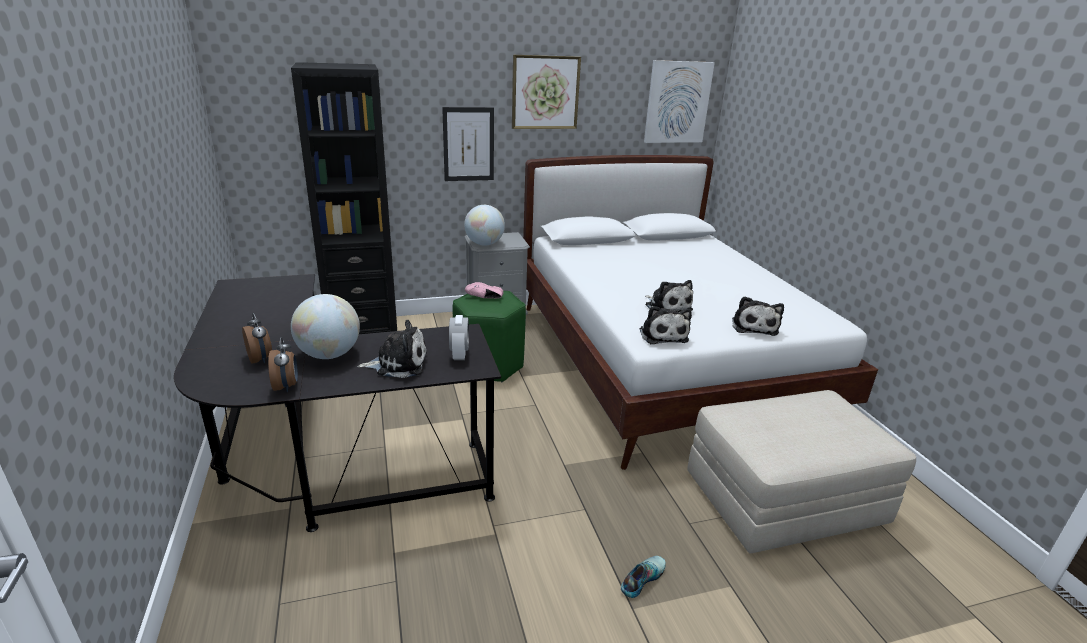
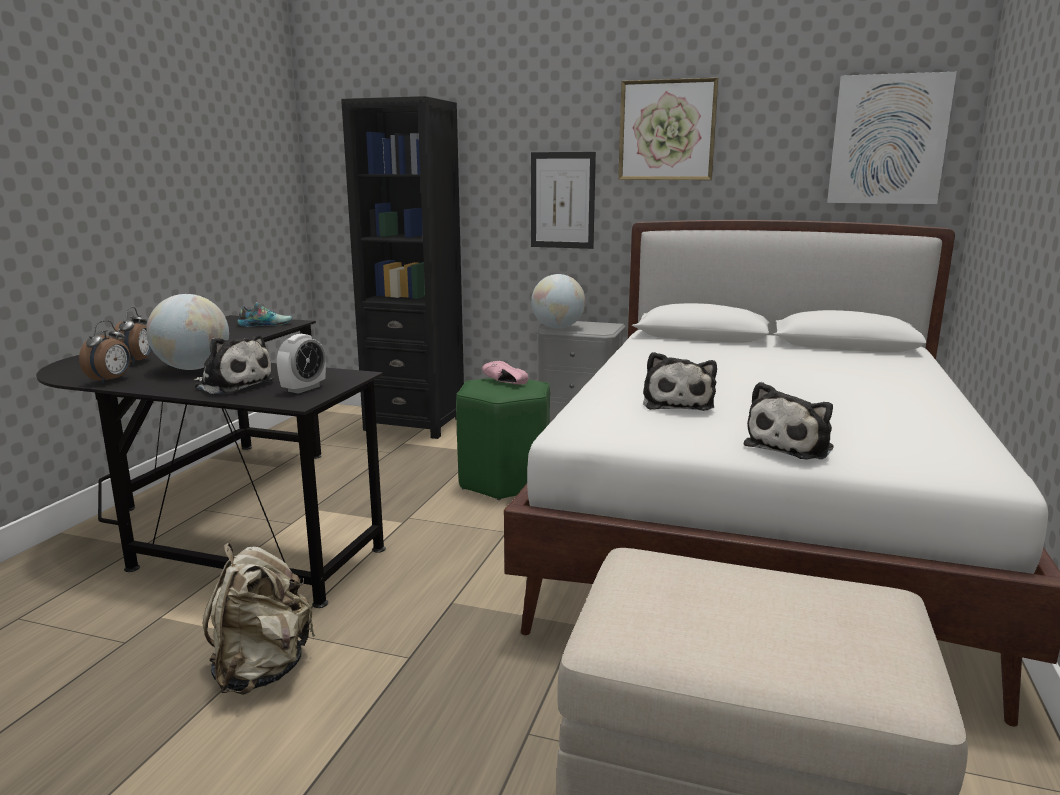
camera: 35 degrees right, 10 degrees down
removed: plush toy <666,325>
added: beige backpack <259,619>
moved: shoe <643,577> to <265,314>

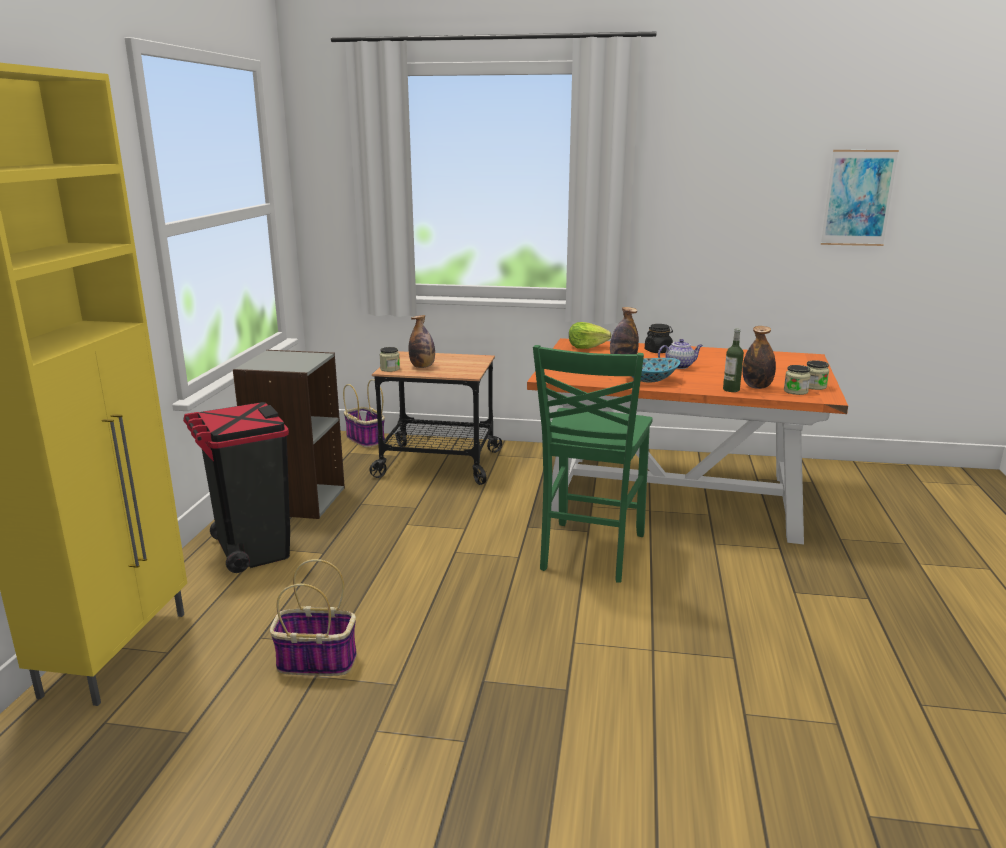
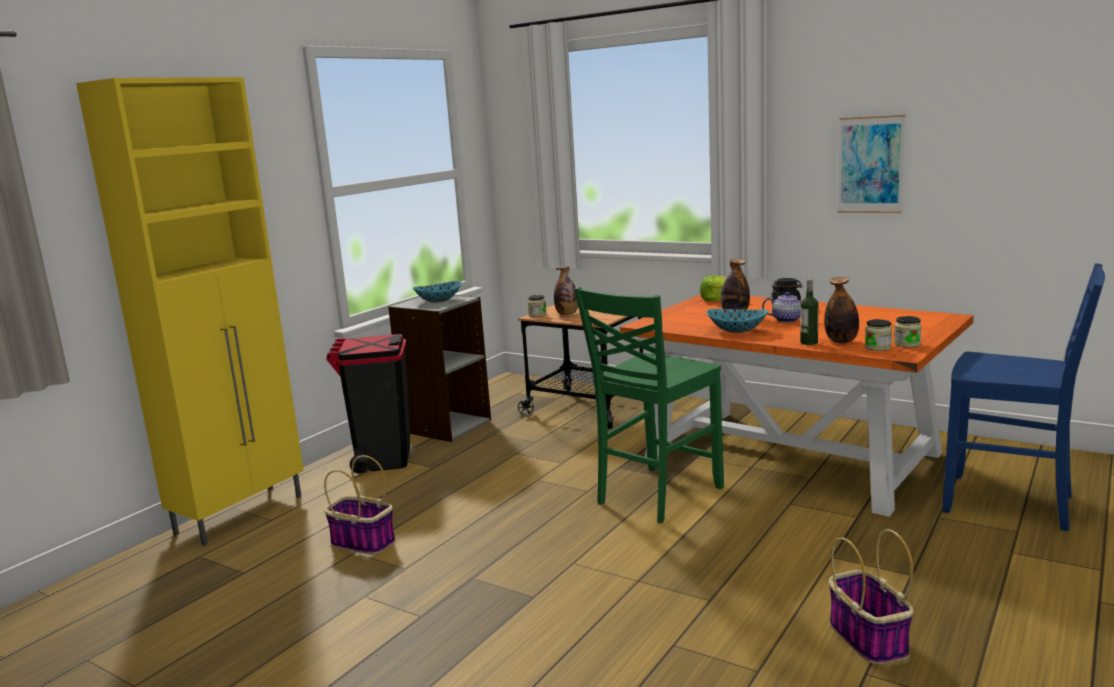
camera: 25 degrees right, 5 degrees down
added: bowl <437,292>; blue chair <1023,397>
moved: basket <364,413> to <871,597>; picture <860,198> to <871,164>

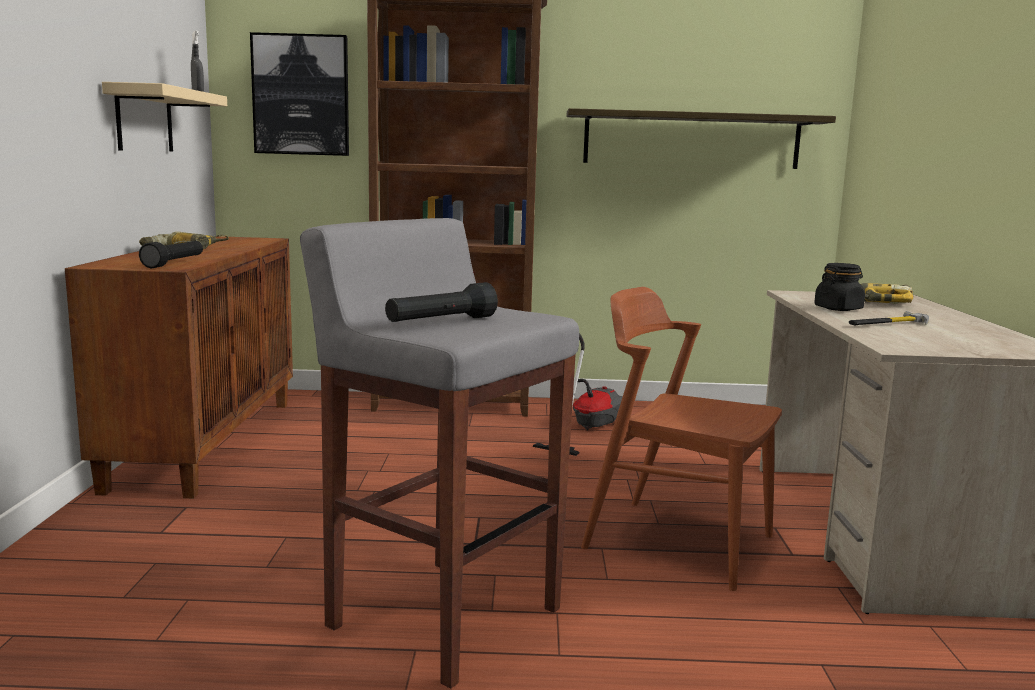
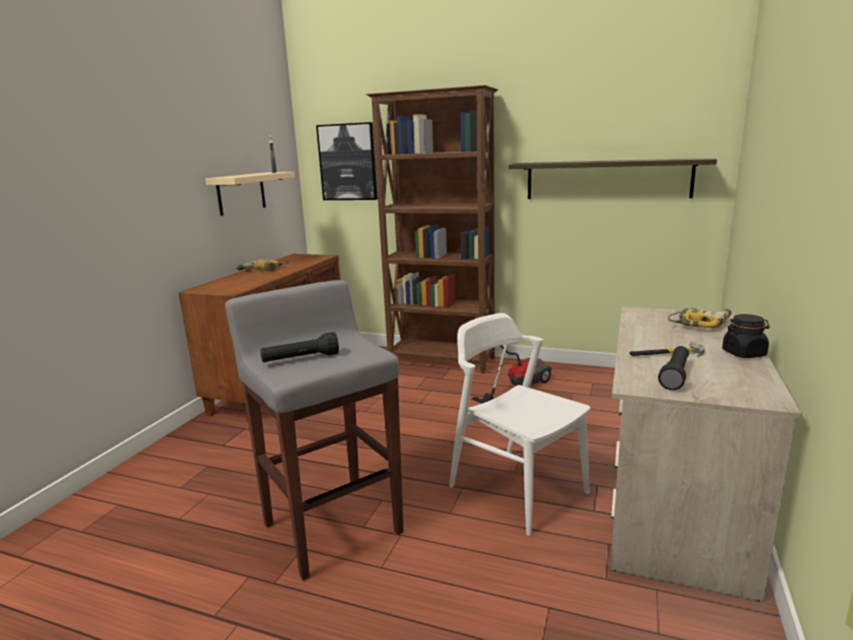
camera: 20 degrees right, 5 degrees up
moved: black flashlight <171,254> to <673,368>; black jar <839,287> to <746,336>
recoloured: brown chair <681,439> to white chair <520,424>

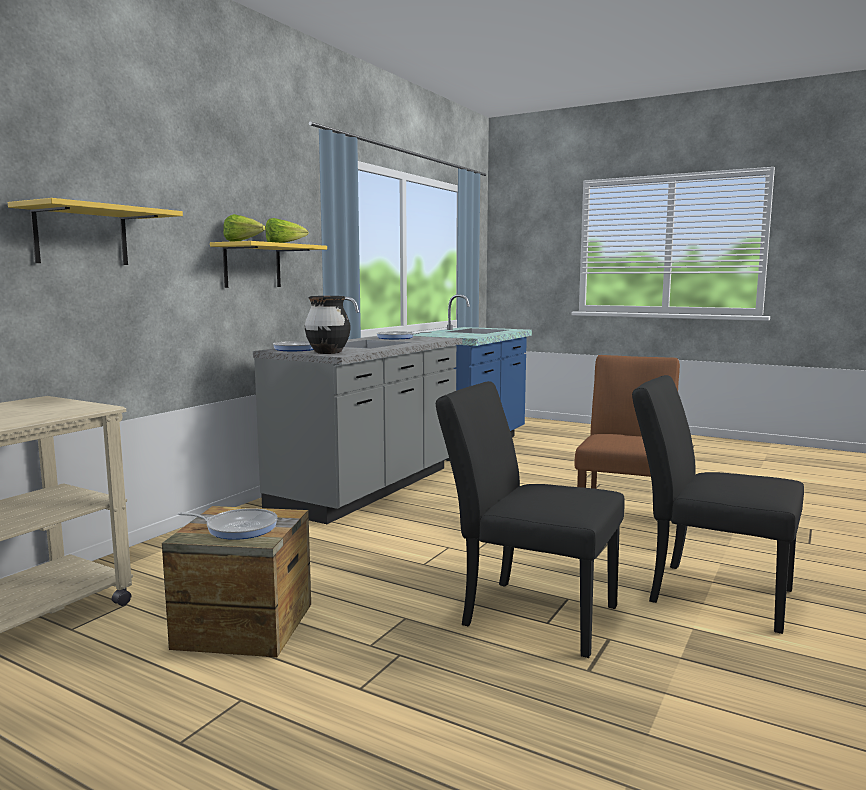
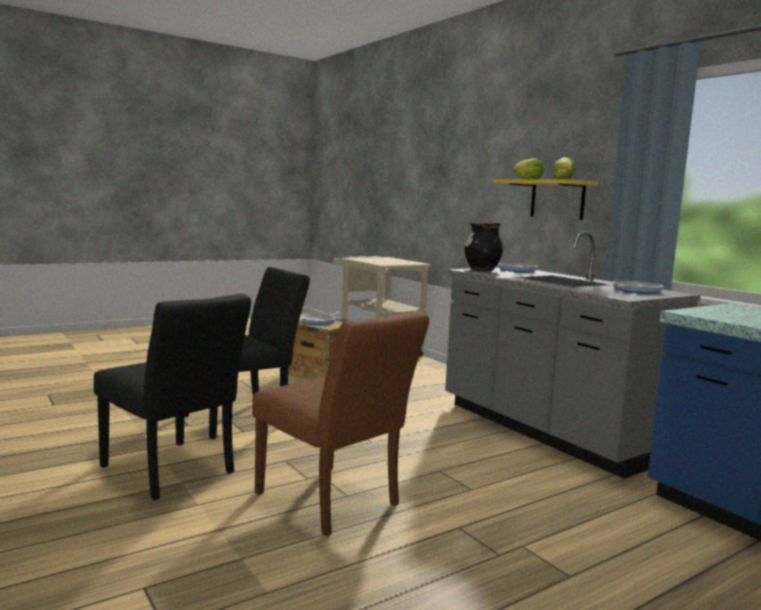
camera: 115 degrees right, 0 degrees up
removed: yellow shelf <95,231>
turned: black chair <718,504> = <172,397> 75 degrees clockwise

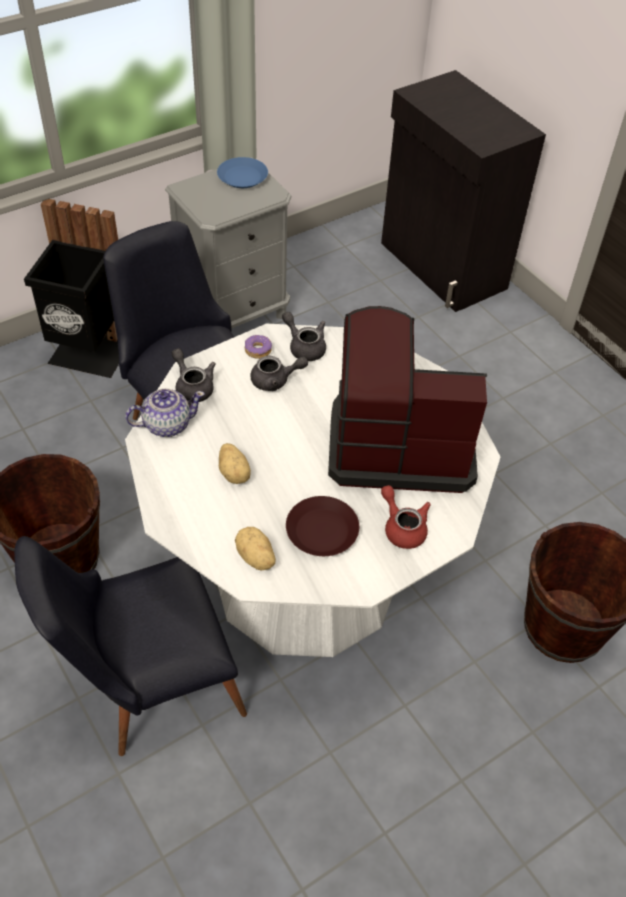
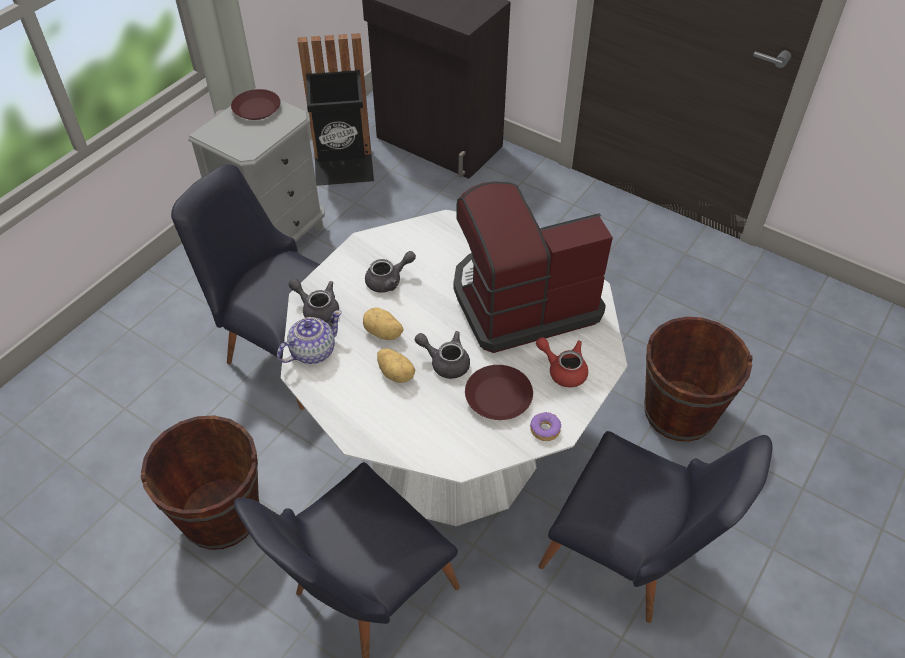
camera: 20 degrees left, 0 degrees up
added: black chair <655,527>
moved: black trash can <71,288> to <336,109>; potato <255,549> to <383,323>; donut <258,347> to <545,426>; grey teapot <304,336> to <442,355>
recoloured: blue plate <242,172> to brown plate <256,104>

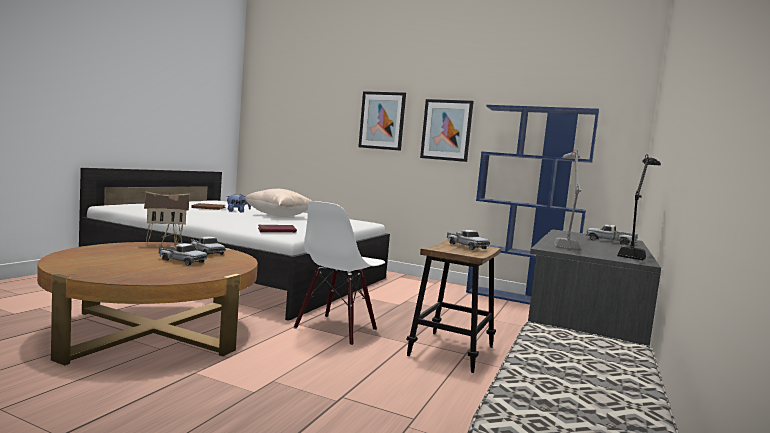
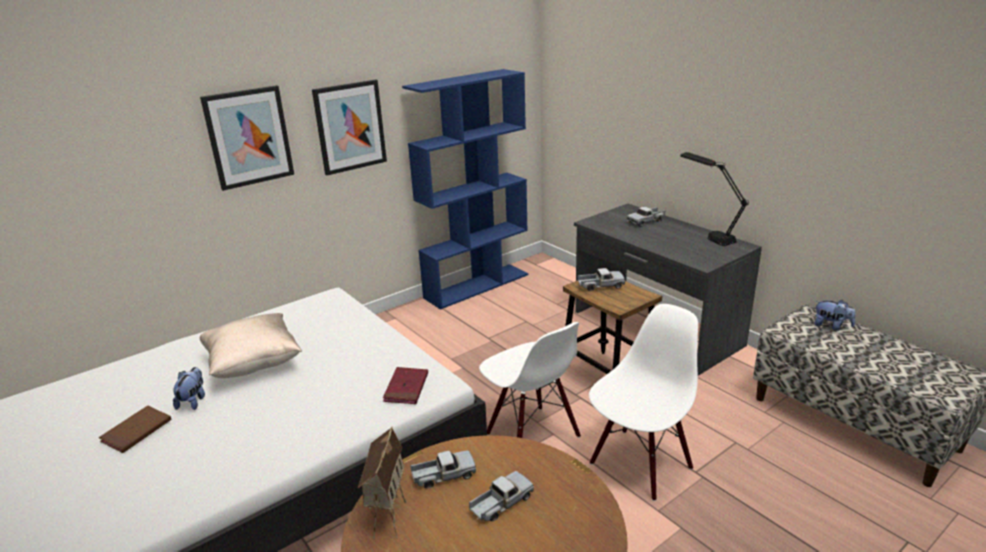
camera: 60 degrees left, 20 degrees up
removed: grey table lamp <568,200>
added: white chair <643,402>; plush toy <835,315>

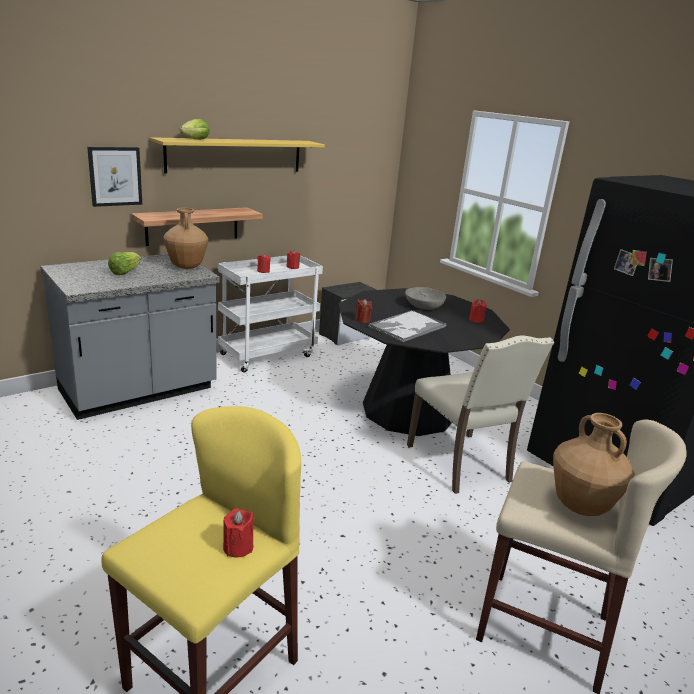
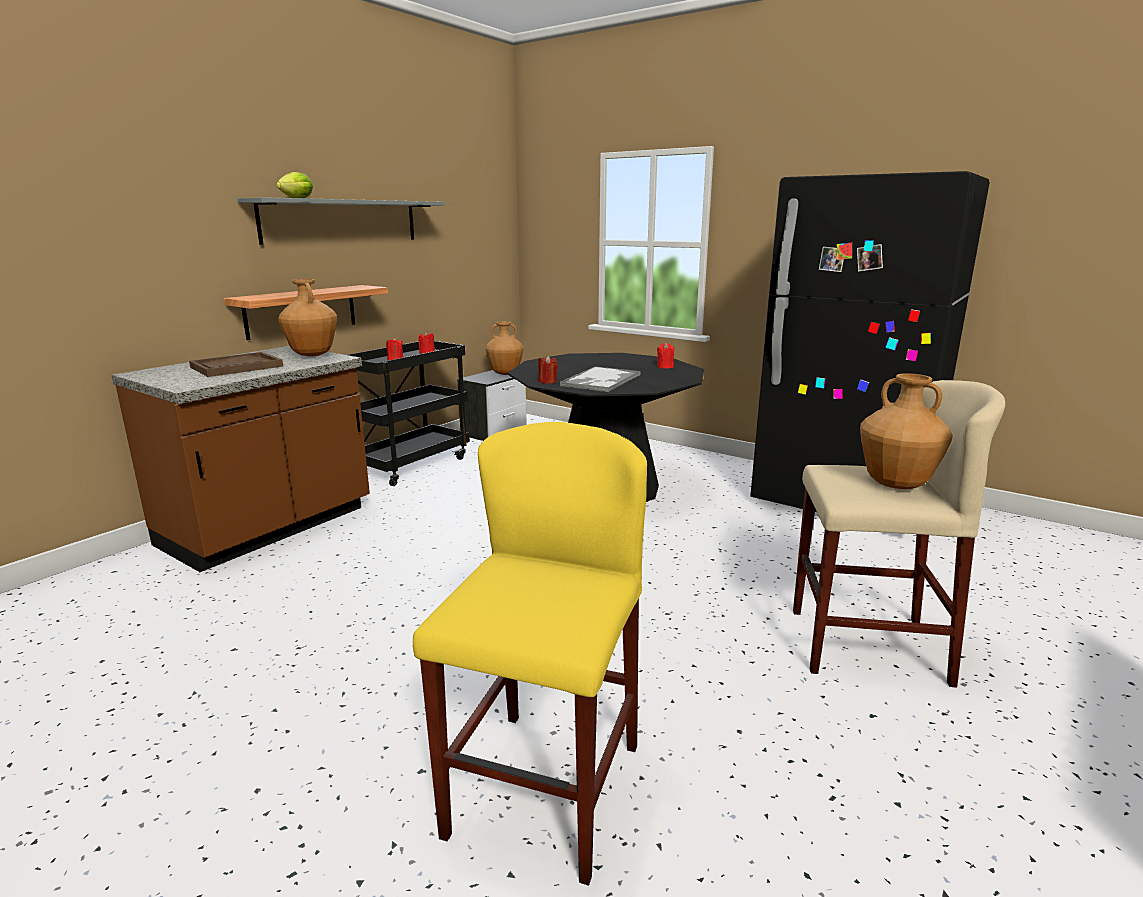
camera: 15 degrees left, 5 degrees down
removed: picture <114,177>; red candle <238,532>; grey bowl <425,298>; beige chair <480,414>
added: brown vase <505,348>
replaced: lettuce <124,263> to brown tray <236,364>
recoloured: grey counter <129,337> to brown counter <240,459>; yellow shelf <237,155> to grey shelf <341,221>; white cart <270,314> to black cart <409,413>

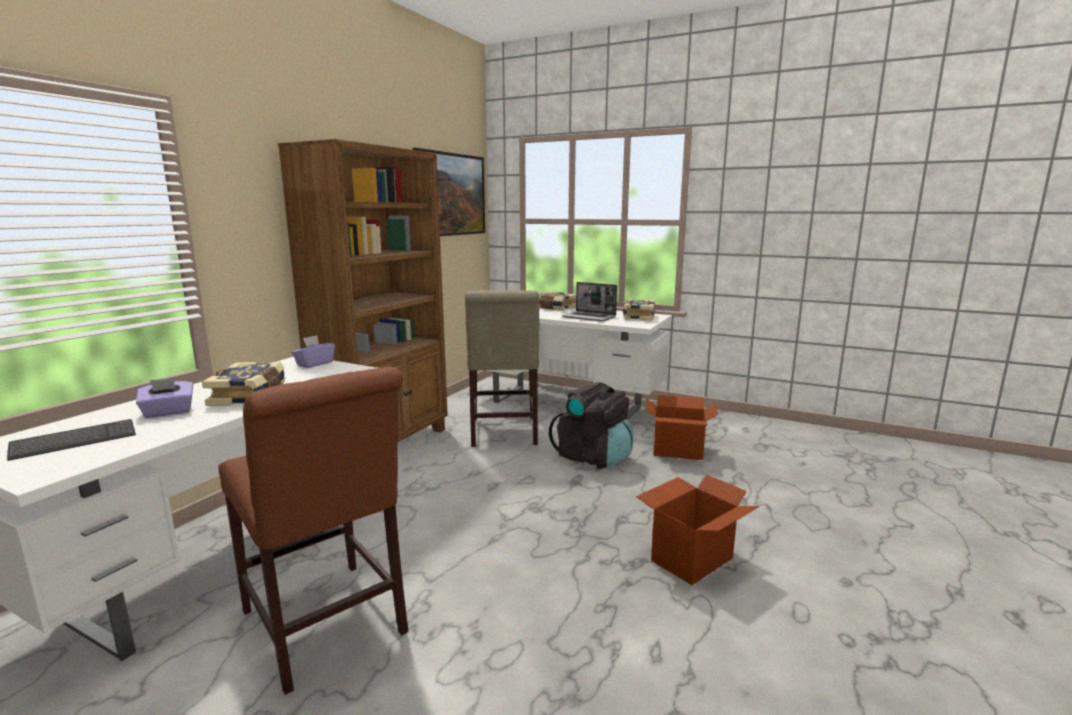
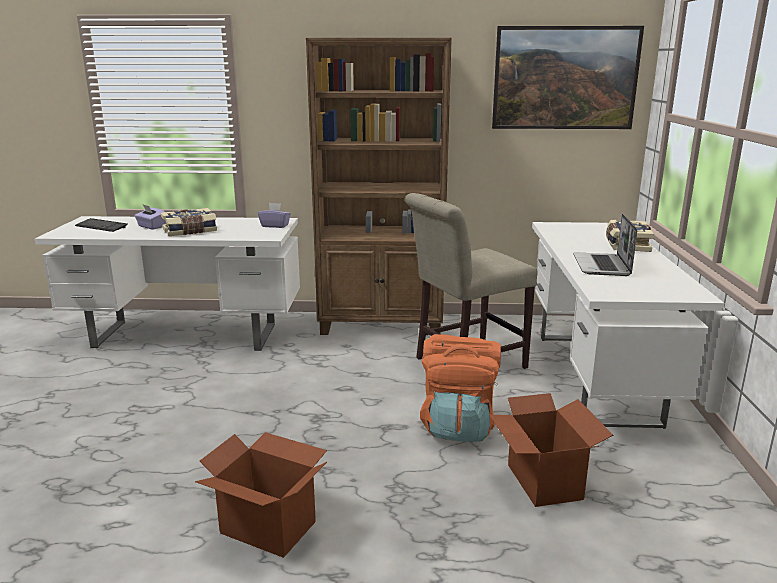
camera: 65 degrees right, 5 degrees up
removed: brown chair <313,531>; book <639,310>
recoloured: black backpack <591,425> to orange backpack <460,388>

